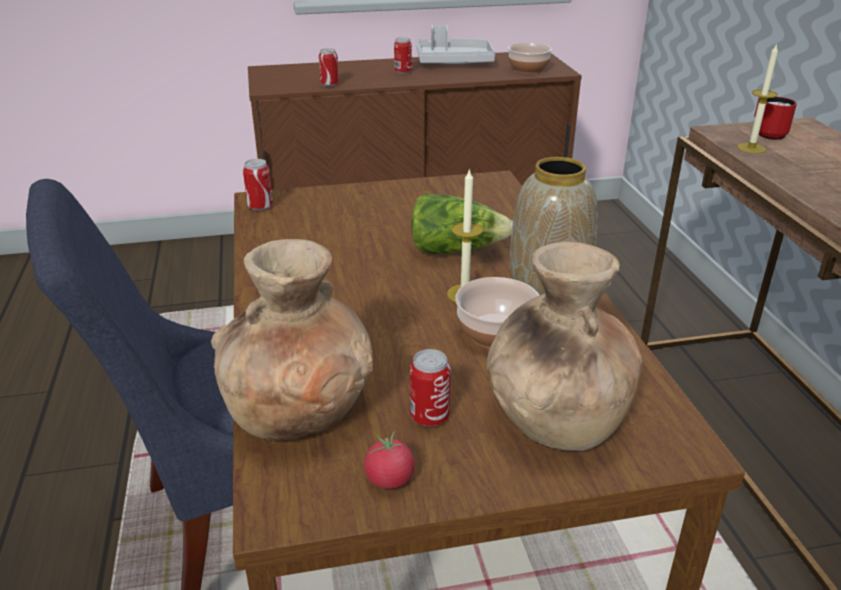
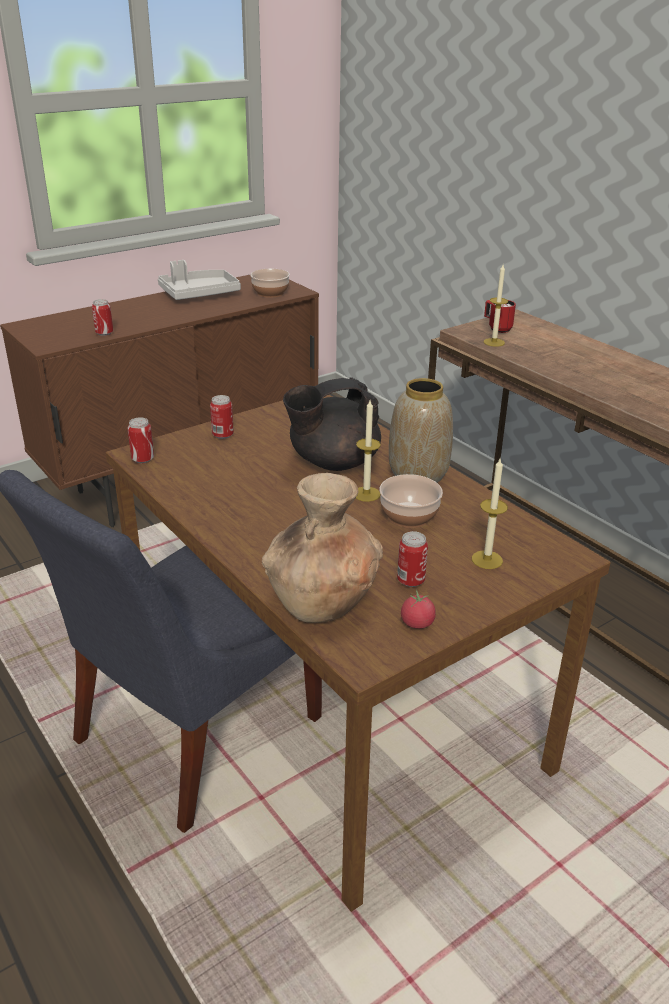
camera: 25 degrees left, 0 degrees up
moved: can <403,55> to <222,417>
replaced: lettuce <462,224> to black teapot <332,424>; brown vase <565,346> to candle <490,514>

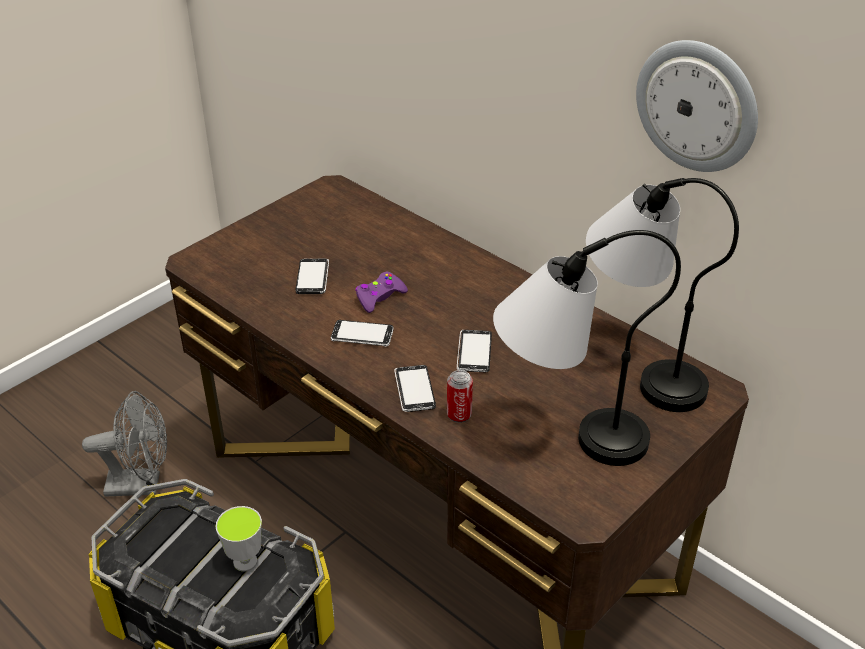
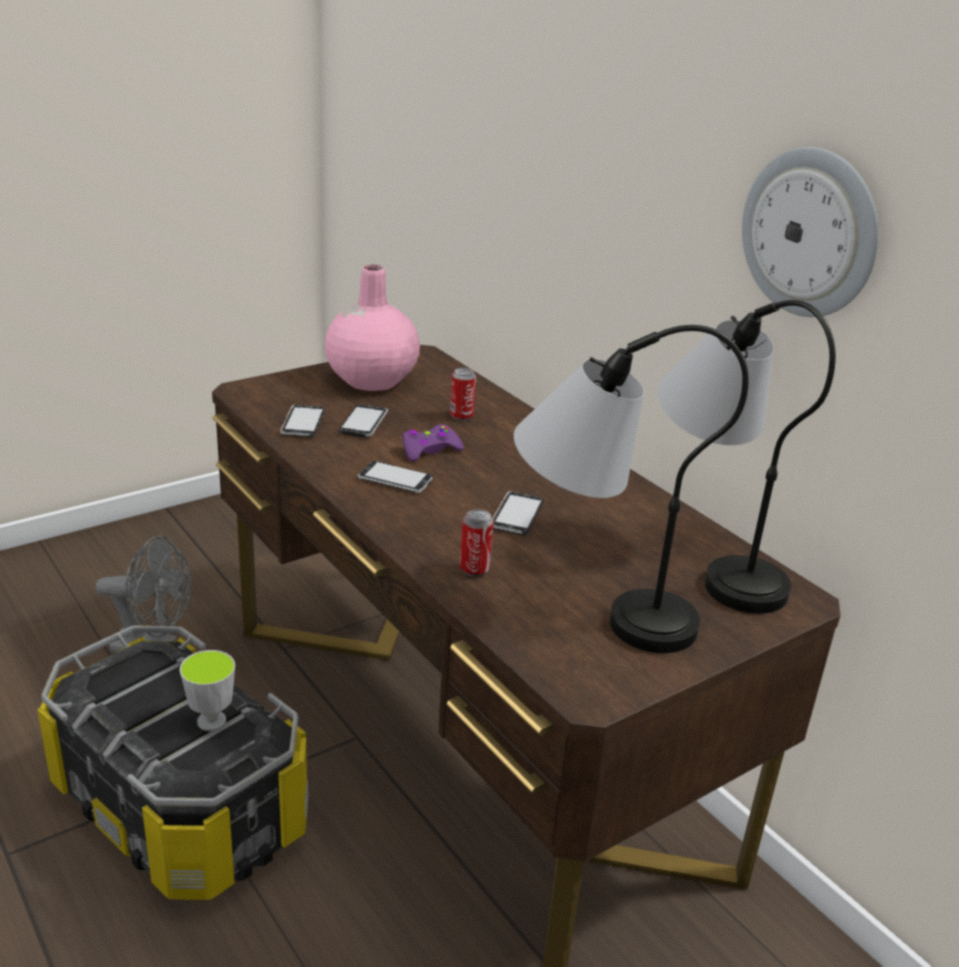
camera: 10 degrees right, 10 degrees down
added: pink vase <372,328>; can <463,394>
moved: phone <415,388> to <302,421>

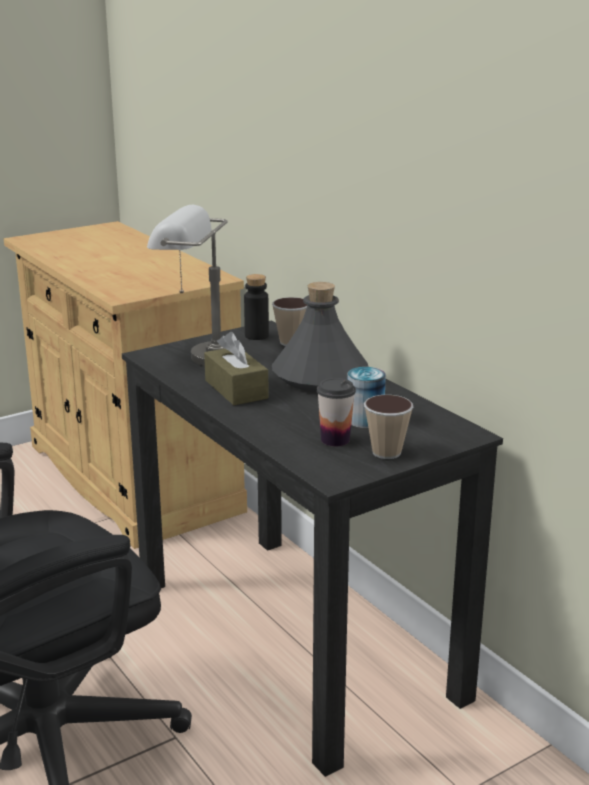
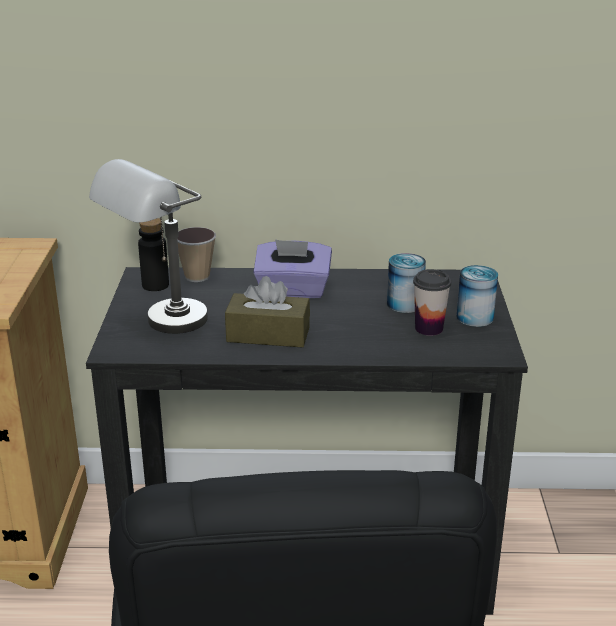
camera: 55 degrees left, 5 degrees up
replaced: grey bottle <320,336> to purple tissue box <292,268>; cup <388,427> to can <477,296>

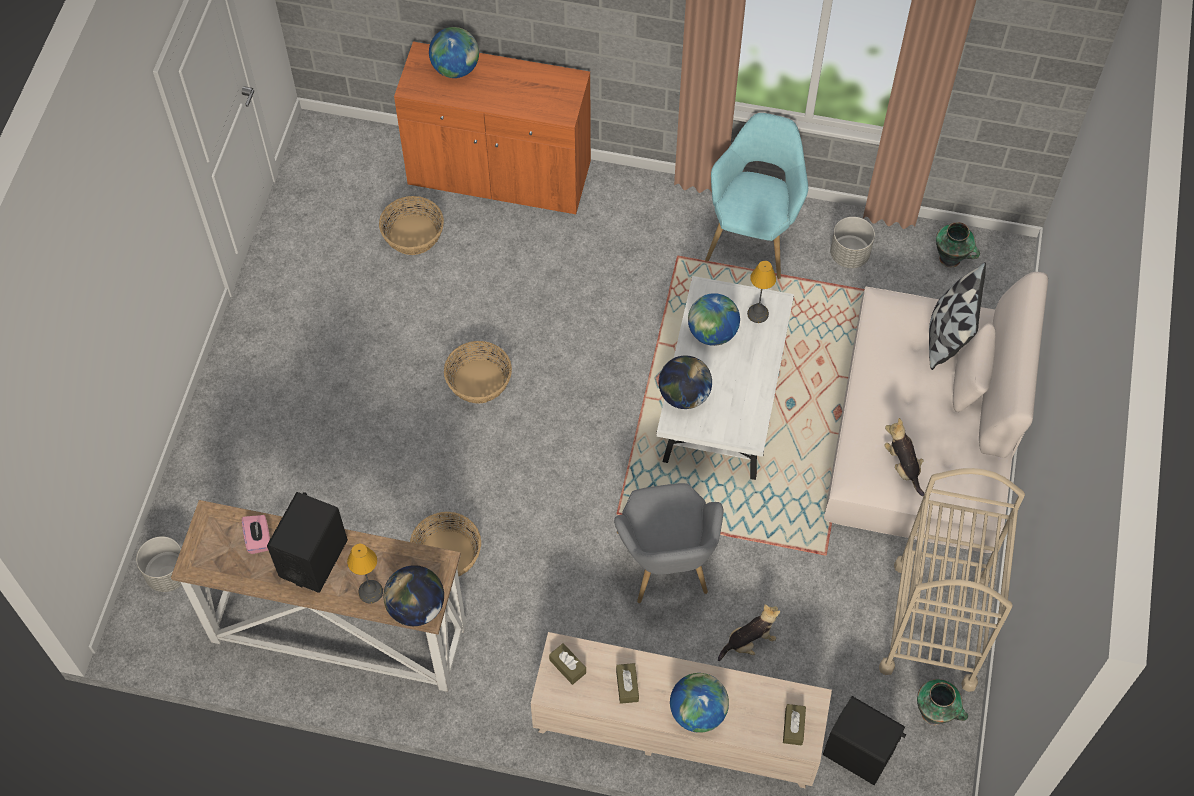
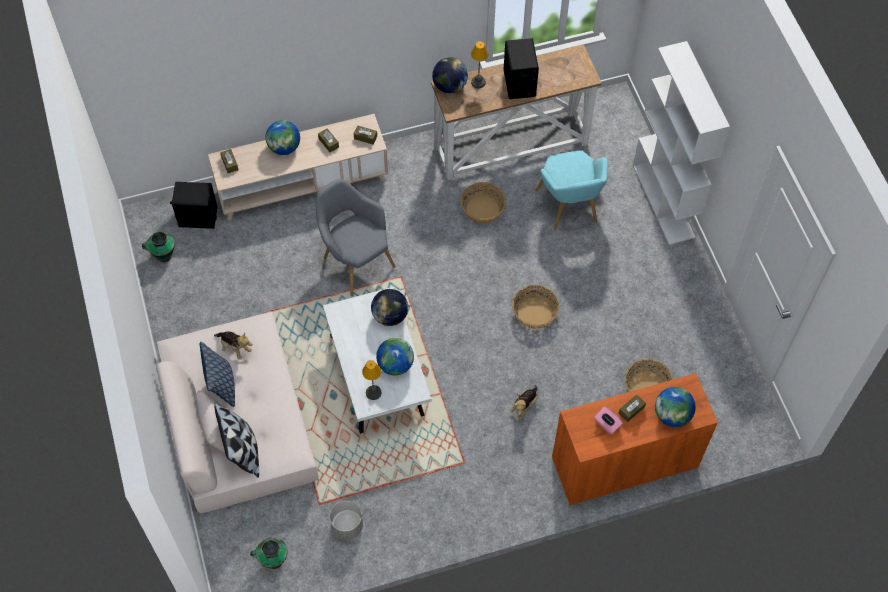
camera: 150 degrees right, 0 degrees up
removed: grey planter <159,564>; beige cart <952,580>
added: pillow <217,374>; brown tissue box <632,408>; white bookcase <681,143>
moved: pink tissue box <256,534> to <608,420>; turquoise armchair <756,196> to <572,190>; plush toy <749,632> to <524,402>

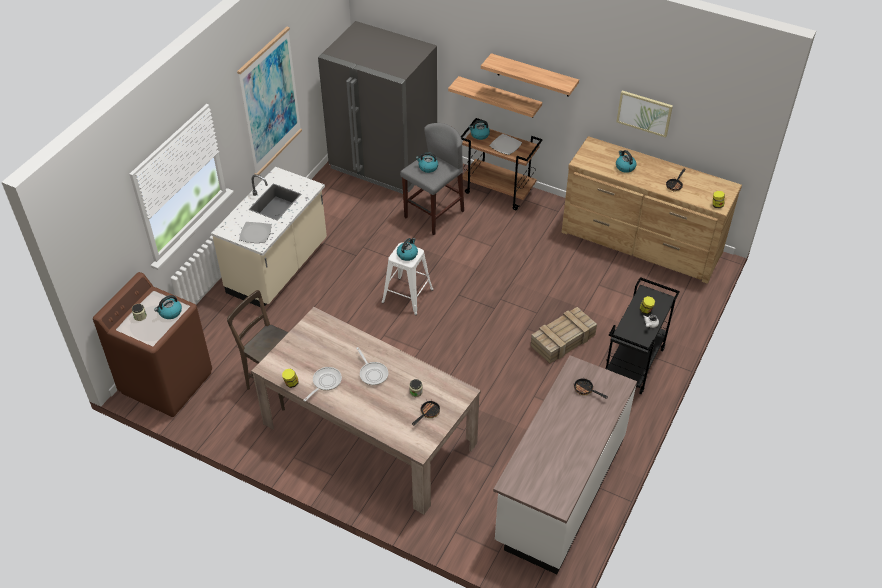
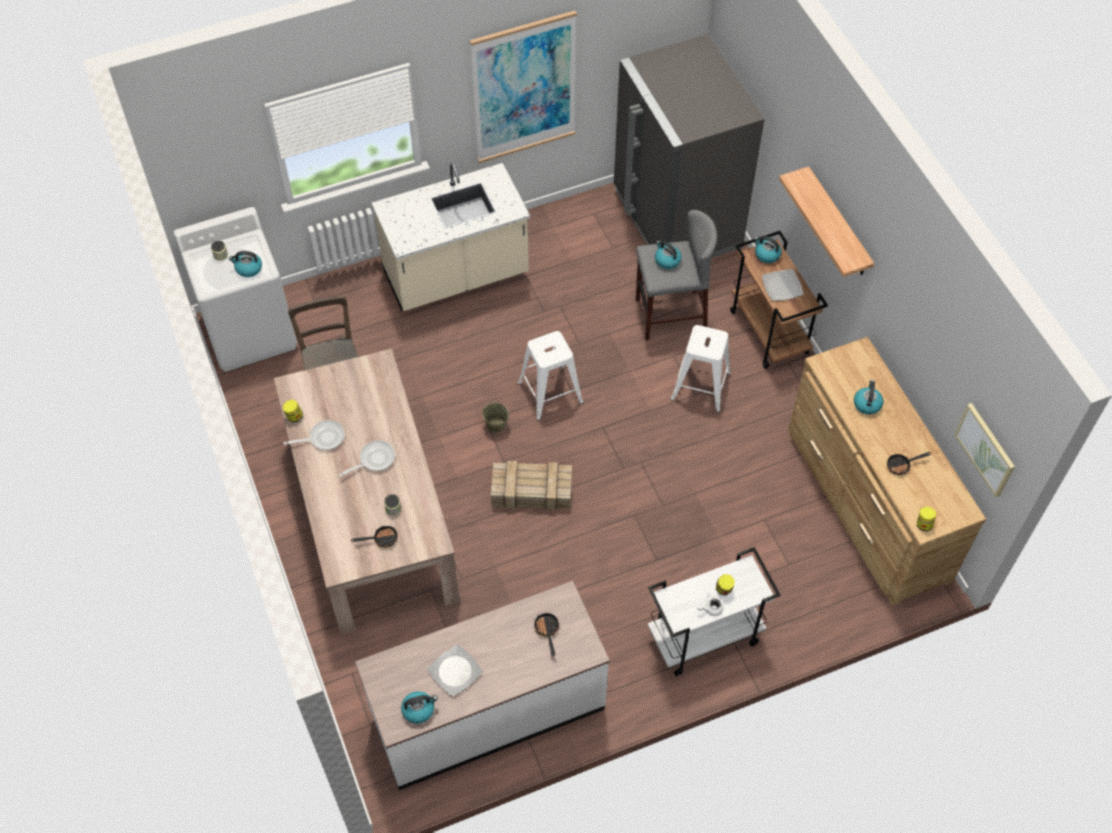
camera: 40 degrees right, 10 degrees up
removed: shelf <495,97>
added: beige bucket <495,417>; white stool <701,368>
moved: plate <255,232> to <455,670>; kettle <407,249> to <419,707>; crate <564,335> to <531,485>; picture <645,114> to <985,450>
recoloured: brown washing machine <152,344> to white washing machine <235,289>; black cart <643,335> to white cart <714,611>
turned: frying pan <372,366> = <367,458> 135 degrees counterclockwise

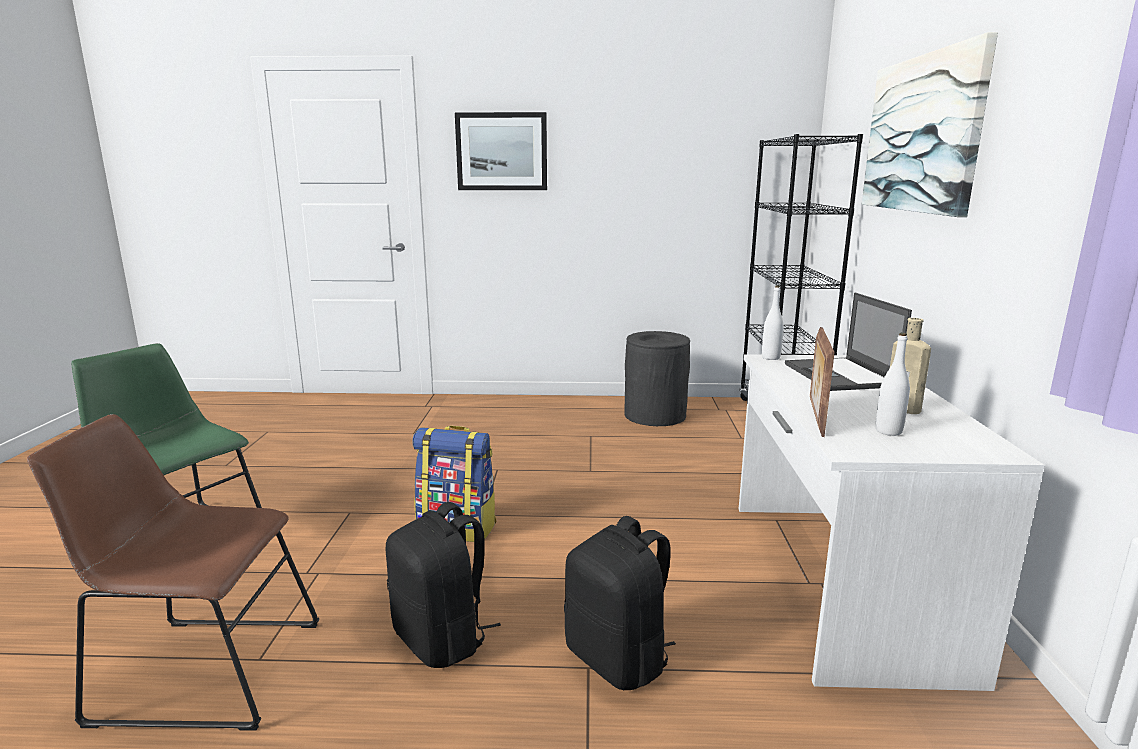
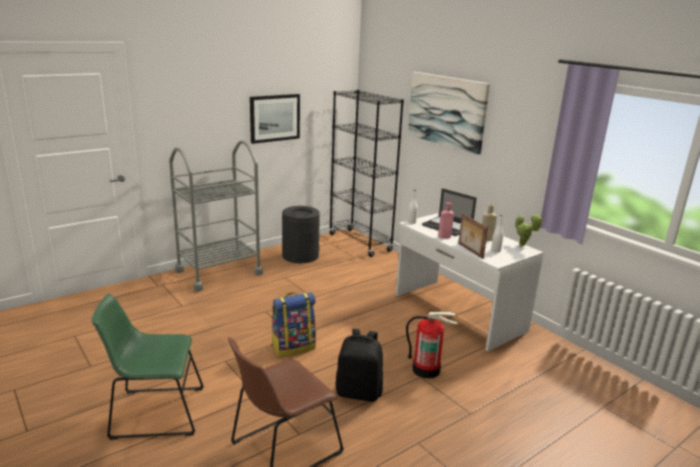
camera: 40 degrees left, 5 degrees up
added: grey cart <216,216>; pink bottle <446,220>; potted plant <529,229>
moved: picture <501,151> to <275,119>
replaced: black backpack <620,603> to fire extinguisher <432,345>

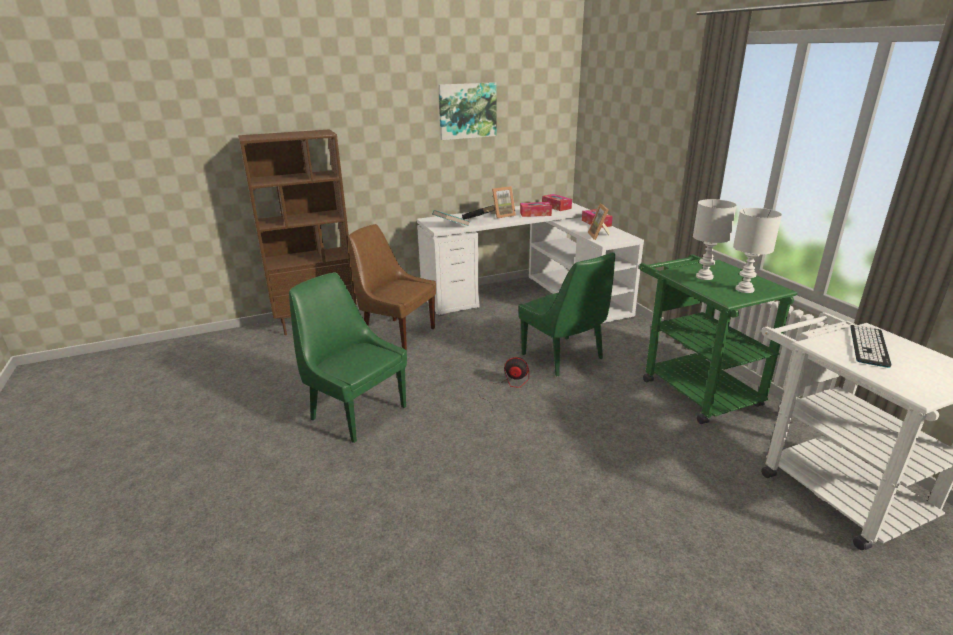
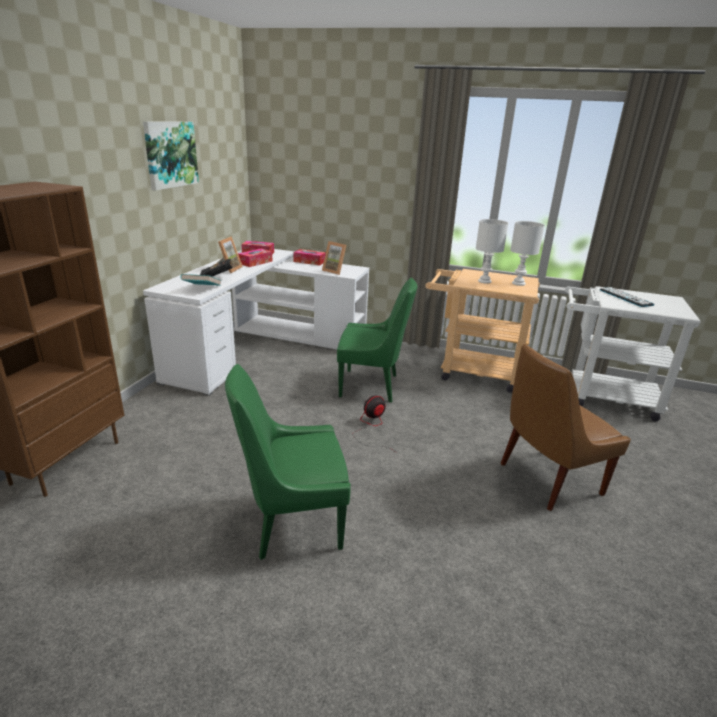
camera: 50 degrees left, 0 degrees up
moved: brown chair <392,287> to <566,427>
recoloured: green cart <718,339> to beige cart <482,331>

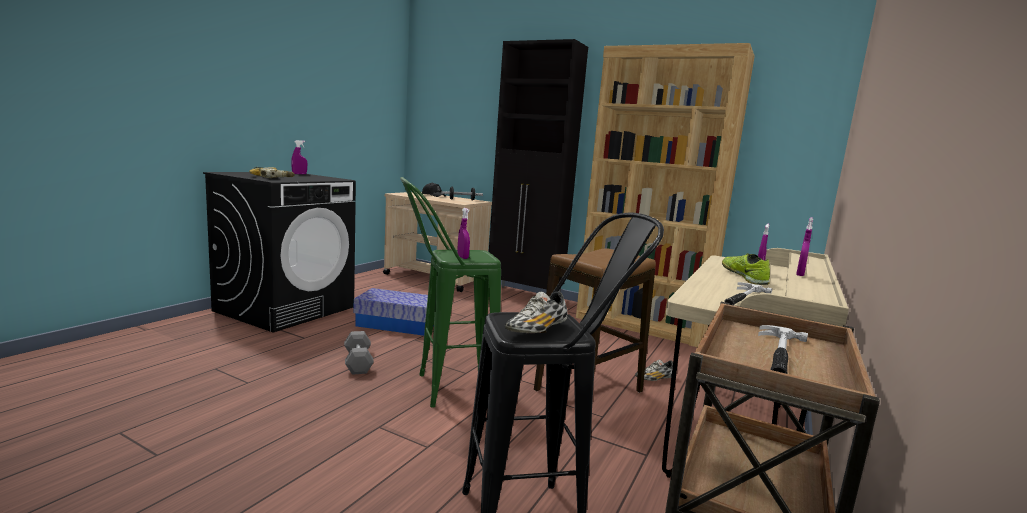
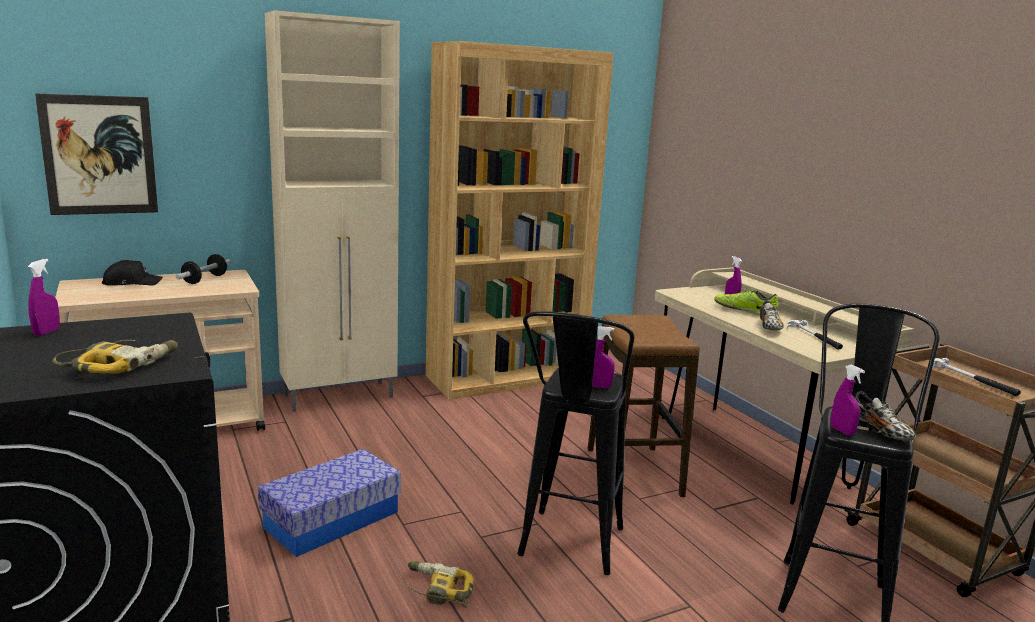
camera: 55 degrees left, 5 degrees up
added: picture <96,154>
moved: shoe <654,370> to <772,315>; purple spray bottle <804,246> to <848,400>
replaced: grey dumbbell <359,353> to power drill <439,584>
recoloured: green stool <450,292> to black stool <575,443>; black cabinet <538,165> to beige cabinet <332,211>

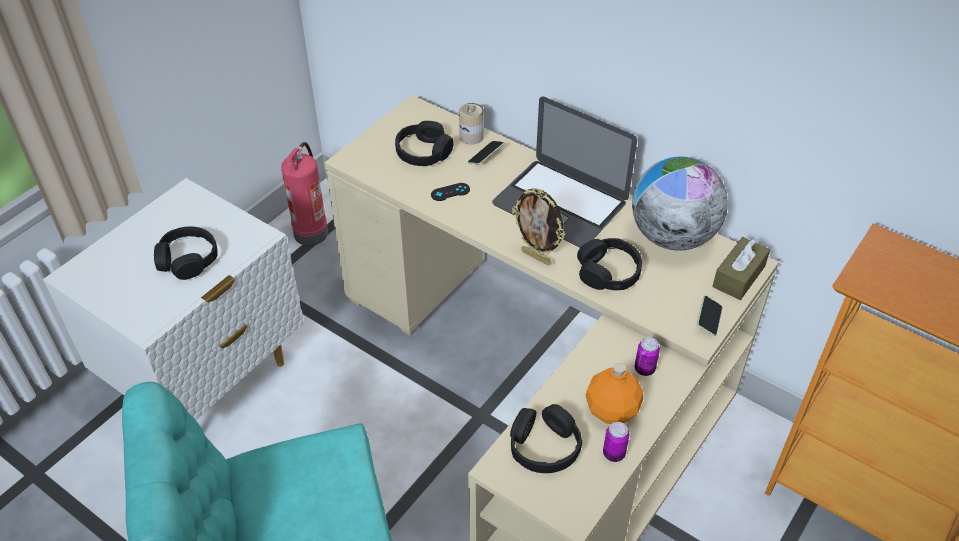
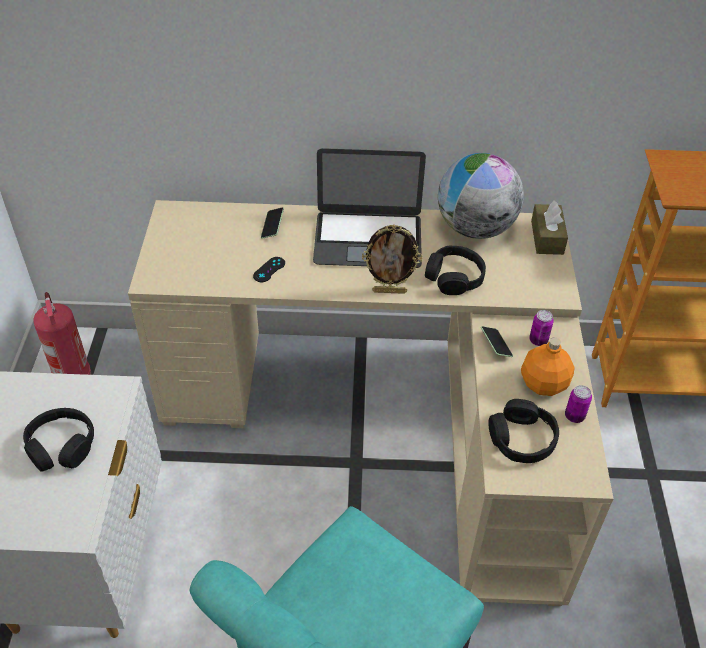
camera: 35 degrees left, 0 degrees up
removed: black headphones <424,143>; can <471,124>
moved: phone <709,316> to <497,341>

